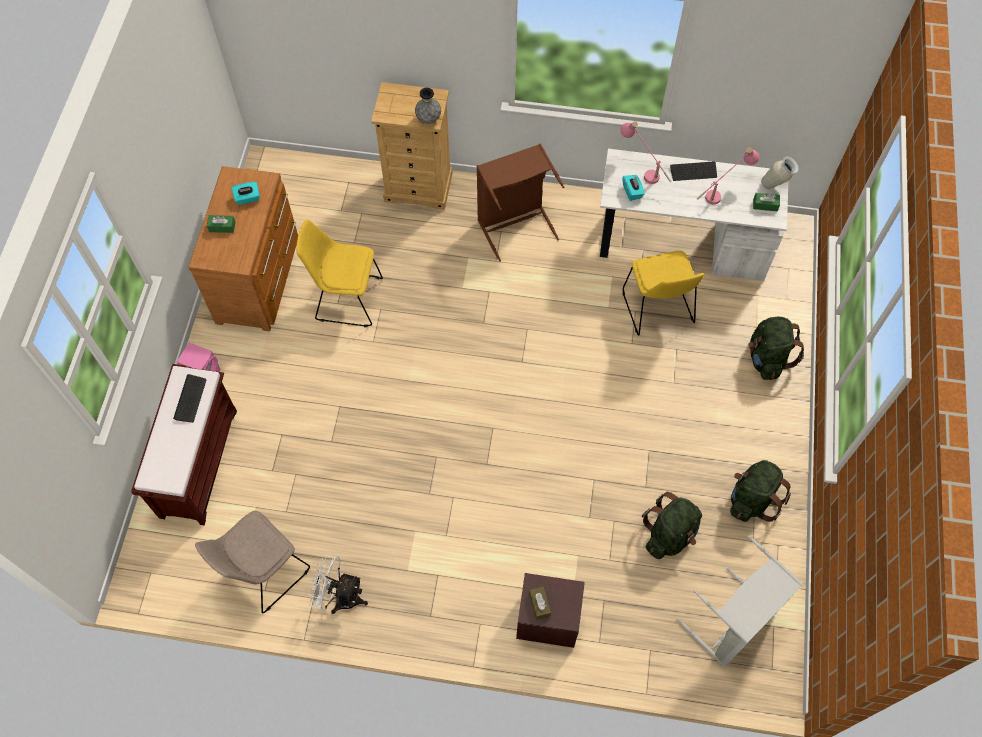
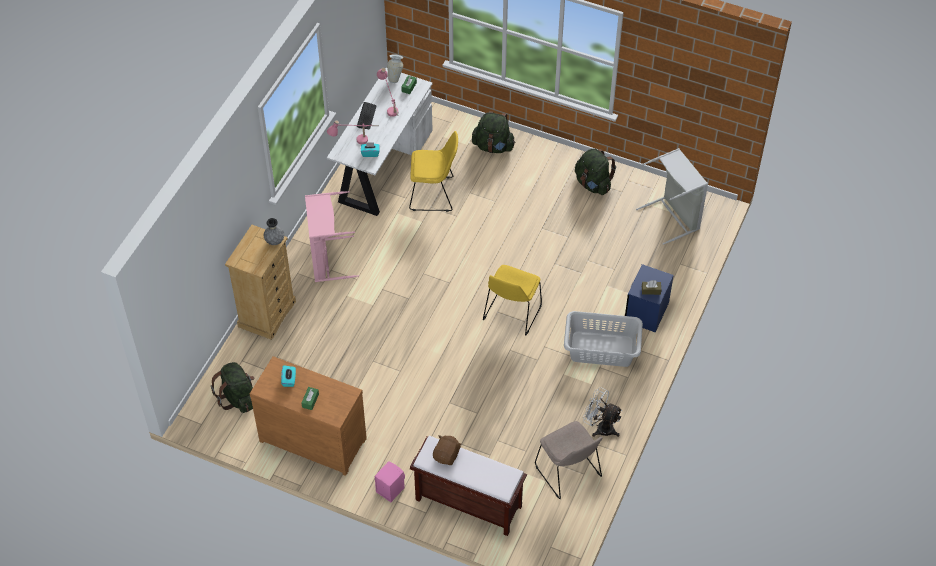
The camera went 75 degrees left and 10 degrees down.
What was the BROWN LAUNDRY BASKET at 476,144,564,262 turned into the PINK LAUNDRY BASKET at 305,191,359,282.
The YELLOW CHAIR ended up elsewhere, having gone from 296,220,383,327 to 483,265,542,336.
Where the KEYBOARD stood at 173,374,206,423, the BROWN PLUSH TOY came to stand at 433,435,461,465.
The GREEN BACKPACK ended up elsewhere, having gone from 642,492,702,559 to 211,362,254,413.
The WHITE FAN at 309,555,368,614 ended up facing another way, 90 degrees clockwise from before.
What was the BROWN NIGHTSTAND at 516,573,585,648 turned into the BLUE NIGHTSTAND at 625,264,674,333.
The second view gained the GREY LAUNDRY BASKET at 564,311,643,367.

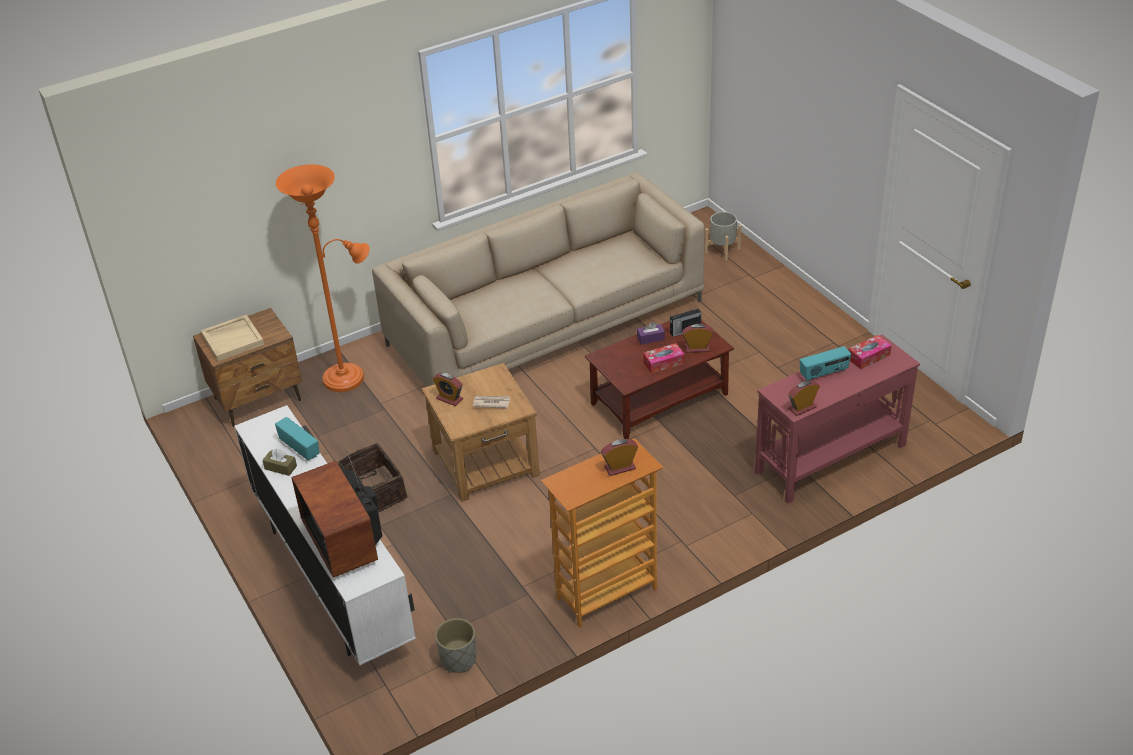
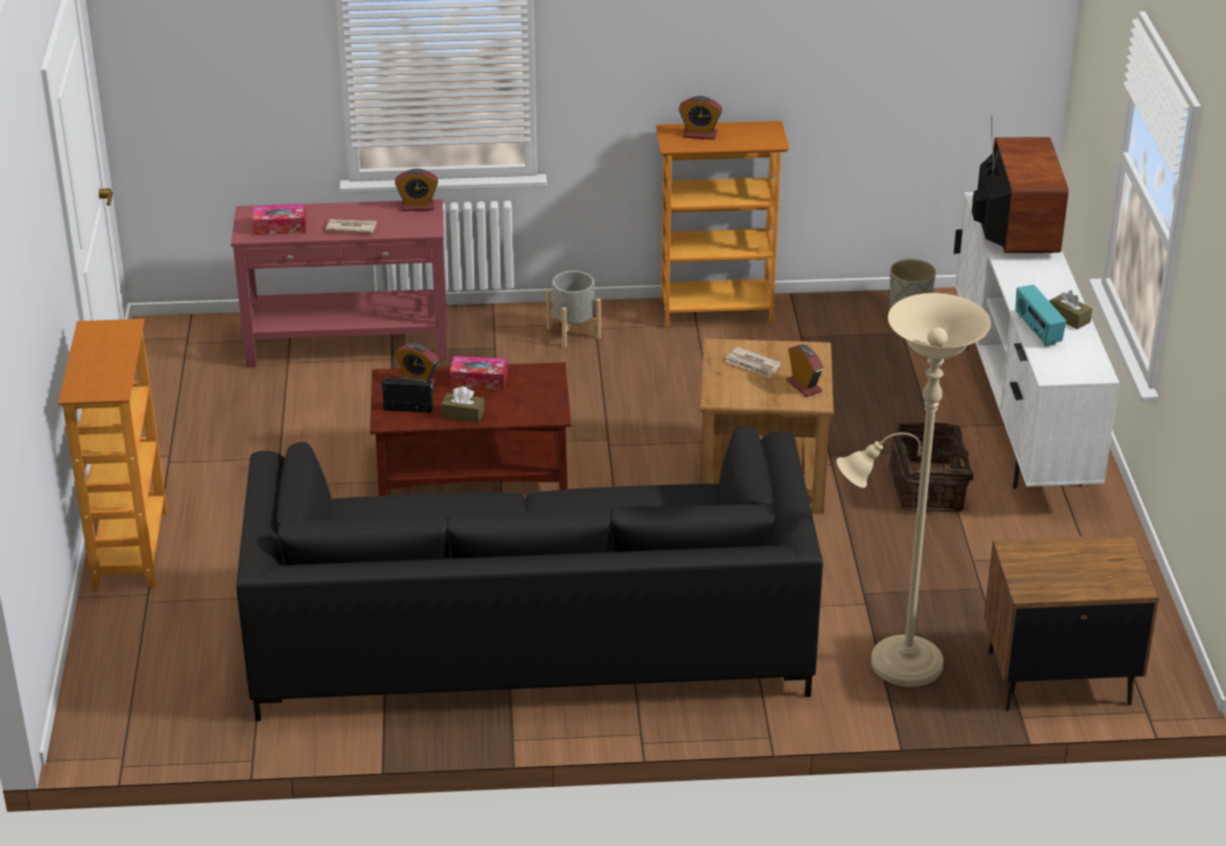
The camera went 155 degrees left and 5 degrees down.
What was the ORANGE FLOOR LAMP at 276,164,369,392 turned into the BEIGE FLOOR LAMP at 836,293,991,687.
What was the BEIGE SOFA at 372,172,705,387 turned into the BLACK SOFA at 236,425,823,721.
The GREY PLANTER ended up elsewhere, having gone from 705,212,741,261 to 546,271,601,348.
The second view lost the BEIGE TRAY at 201,314,264,361.
What was the PURPLE TISSUE BOX at 637,322,665,344 turned into the BROWN TISSUE BOX at 441,386,485,423.
Where the RADIO stood at 800,346,851,381, the NEWSPAPER came to stand at 326,219,377,233.
The second view gained the BOOKCASE at 58,319,167,591.

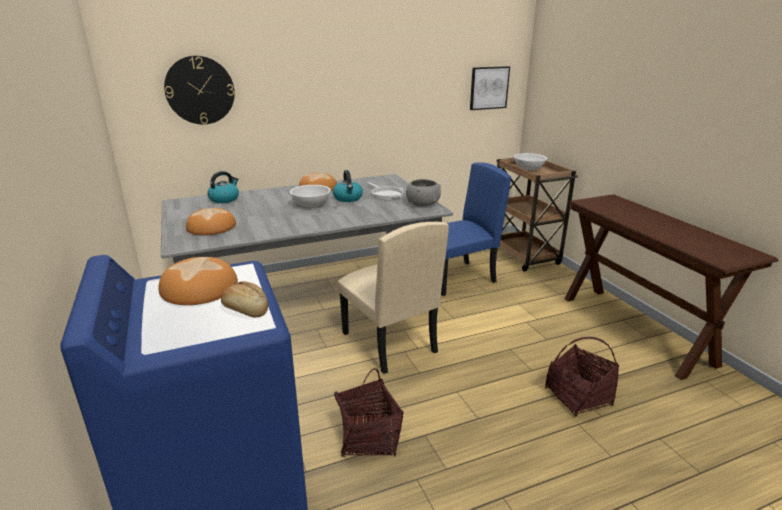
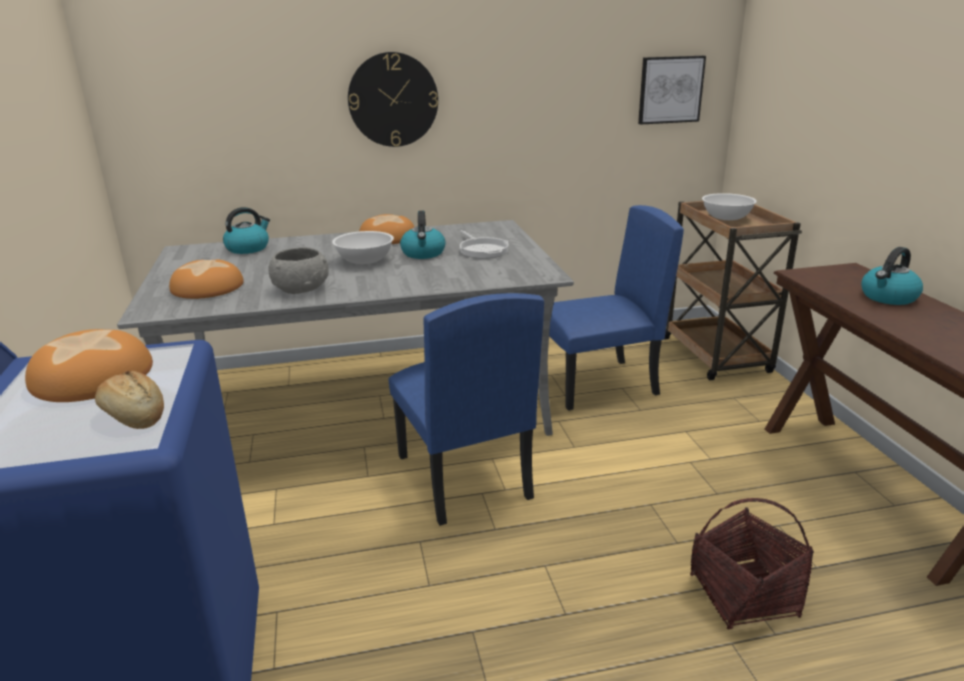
The camera went 10 degrees right and 0 degrees up.
The WALL CLOCK ended up elsewhere, having gone from 164,56,235,124 to 348,52,438,147.
The GREY BOWL ended up elsewhere, having gone from 406,179,441,207 to 268,247,329,294.
What was the BEIGE CHAIR at 337,222,449,374 turned into the BLUE CHAIR at 388,293,544,526.
The second view lost the BASKET at 334,368,403,457.
The second view gained the KETTLE at 861,247,923,305.

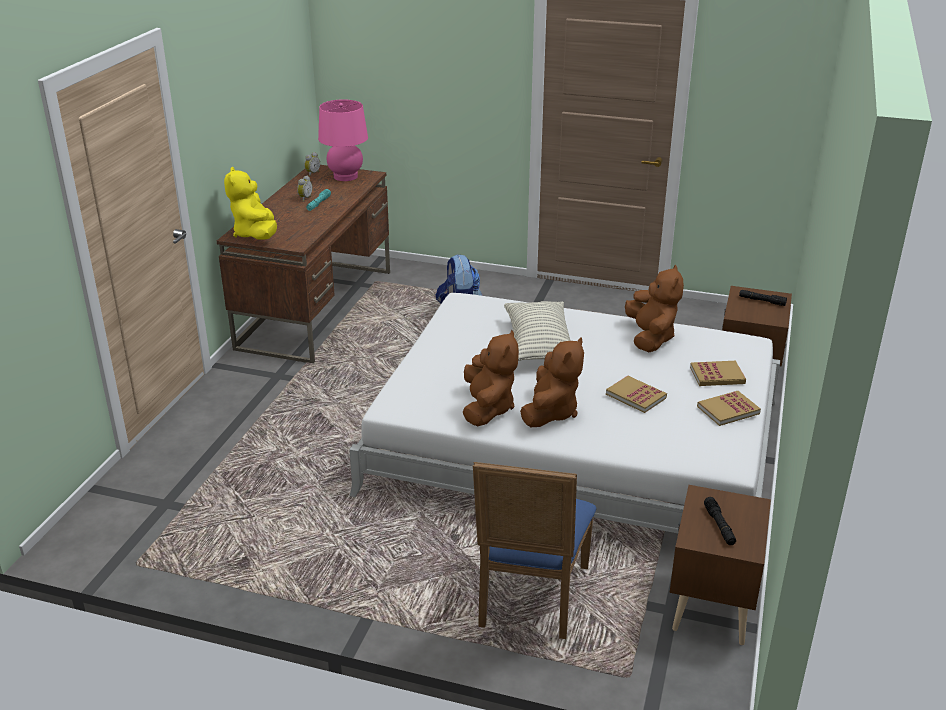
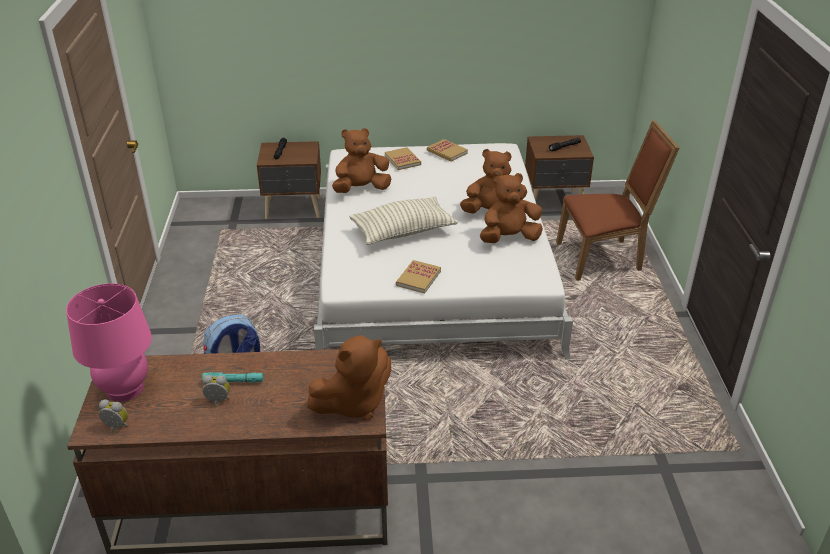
The camera went 110 degrees left and 5 degrees up.
What was the YELLOW PLUSH TOY at 224,167,277,240 turned into the BROWN PLUSH TOY at 307,335,391,420.
The BOOK ended up elsewhere, having gone from 606,376,667,413 to 396,260,441,294.
What was the BLUE CHAIR at 473,462,596,639 turned into the BROWN CHAIR at 556,120,679,281.

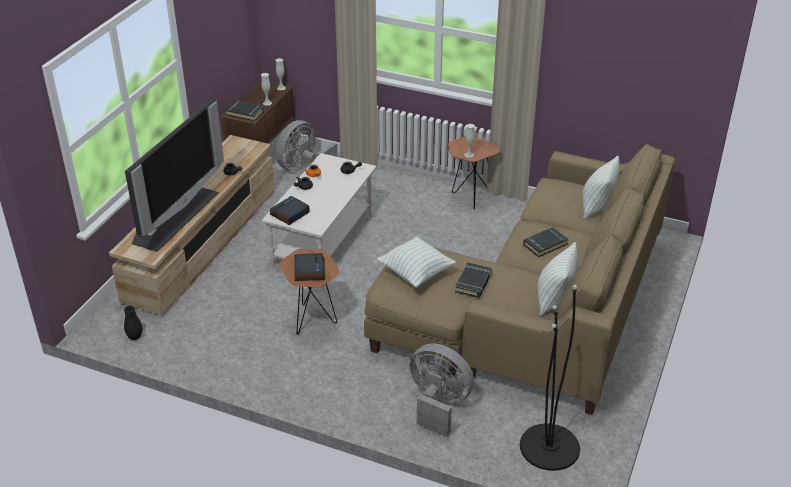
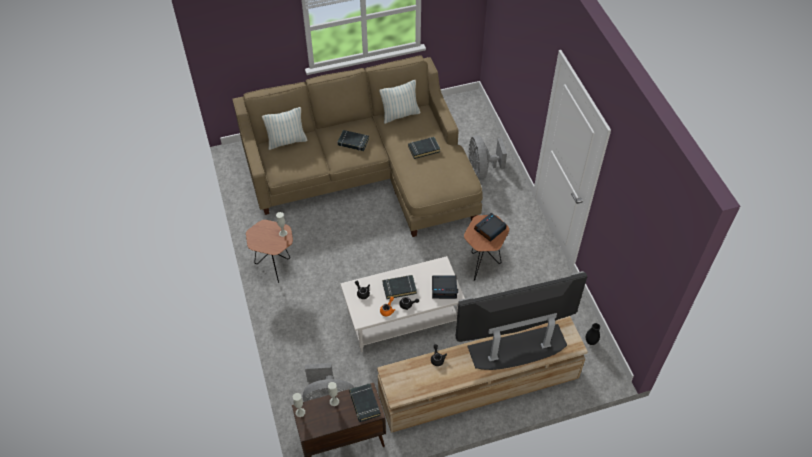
The camera went 130 degrees left and 15 degrees up.
The second view lost the PILLOW at 377,237,456,288.
The second view lost the BLACK FLOOR LAMP at 520,285,580,471.
The second view gained the BLACK BOOK at 383,275,417,299.

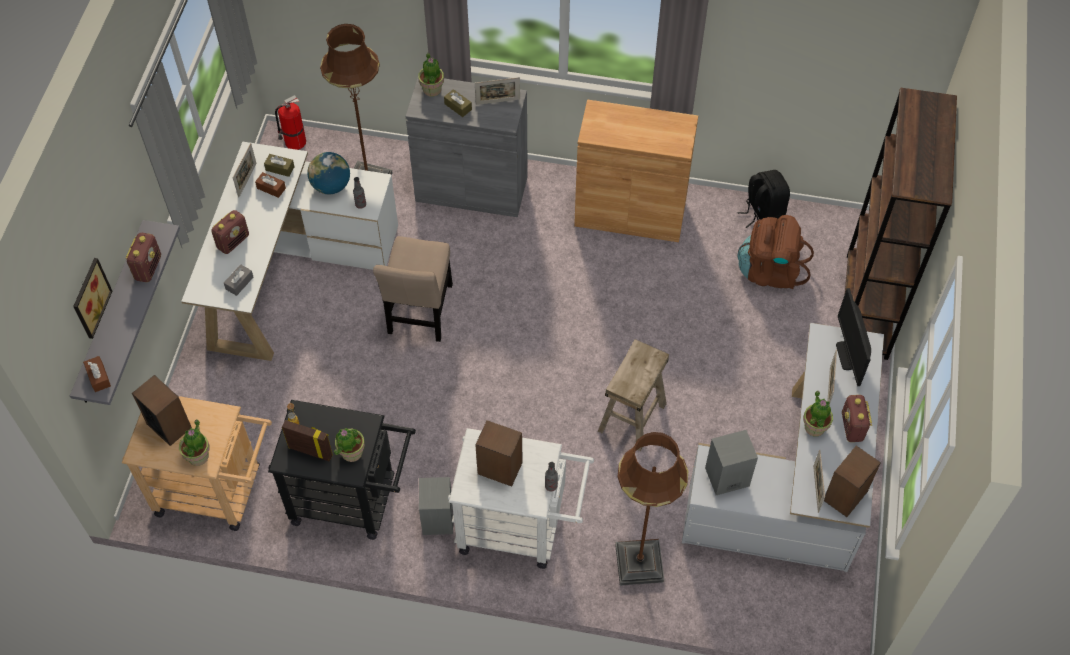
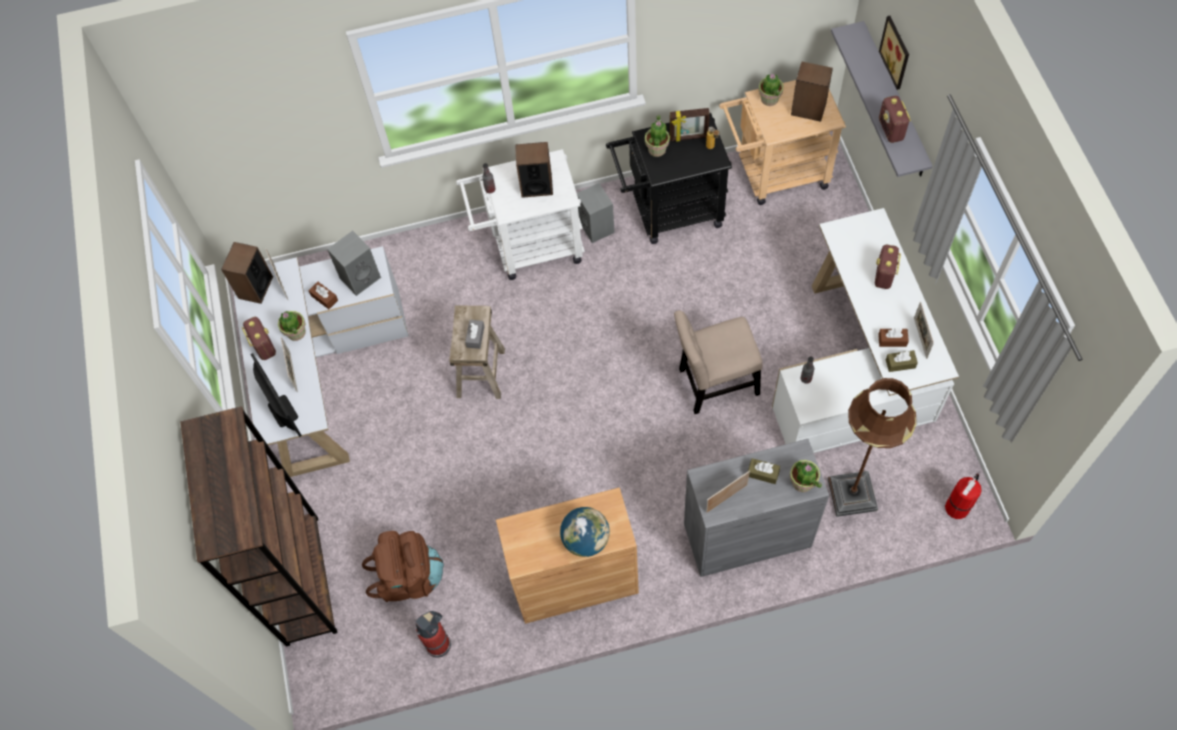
The camera went 160 degrees right and 5 degrees up.
The GLOBE ended up elsewhere, having gone from 307,152,350,194 to 560,507,610,557.
Where the BLACK BACKPACK stood at 737,170,790,228, the FIRE EXTINGUISHER came to stand at 415,611,451,658.
The BEIGE CHAIR at 373,236,453,342 ended up facing another way, 90 degrees counterclockwise from before.
The GREY TISSUE BOX ended up elsewhere, having gone from 224,264,253,296 to 465,320,485,349.
The BROWN TISSUE BOX ended up elsewhere, having gone from 83,356,111,392 to 309,282,338,309.
The second view lost the BROWN FLOOR LAMP at 615,432,688,585.

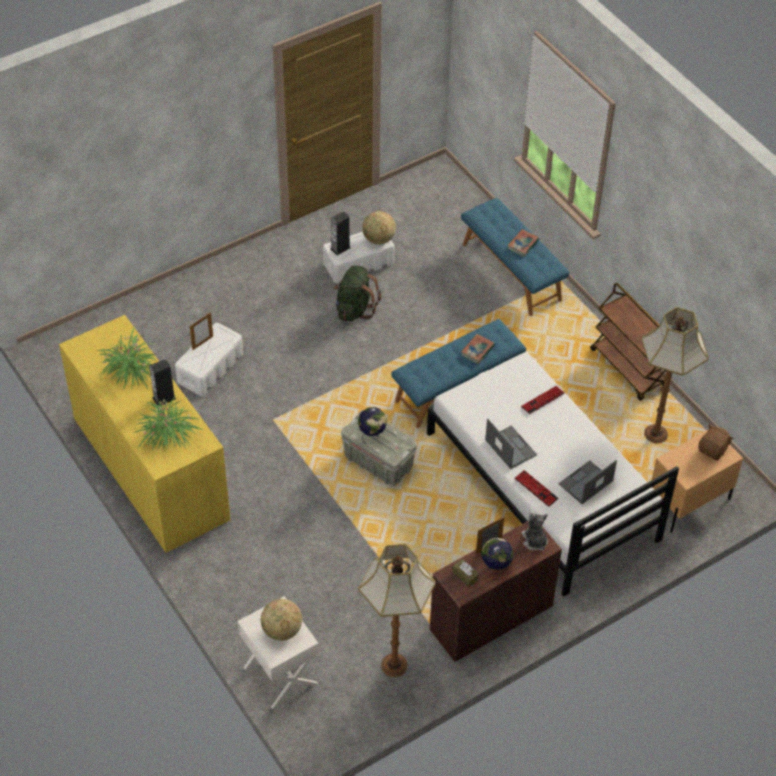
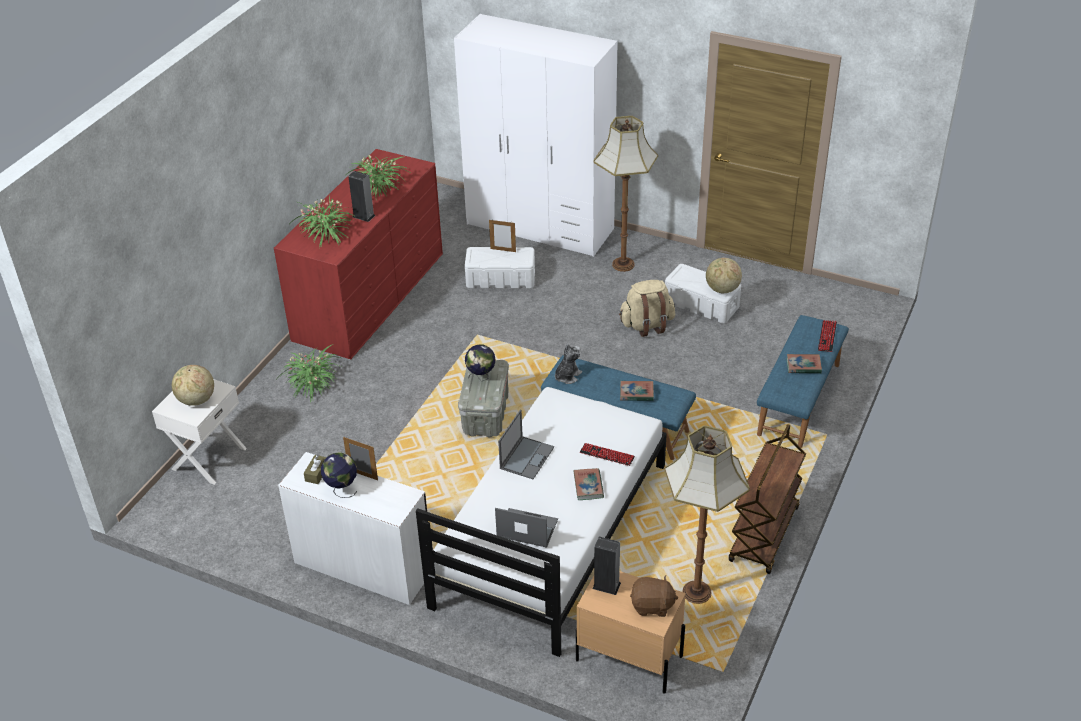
The camera went 60 degrees right and 10 degrees down.
The SPEAKER ended up elsewhere, having gone from 330,211,351,255 to 592,537,621,595.
What was the GREEN BACKPACK at 334,266,381,322 turned into the BEIGE BACKPACK at 619,280,675,337.
What was the YELLOW DRESSER at 59,315,231,553 turned into the RED DRESSER at 274,149,443,359.
The KEYBOARD ended up elsewhere, having gone from 515,470,559,507 to 818,320,837,352.
The PLUSH TOY ended up elsewhere, having gone from 521,510,548,551 to 555,344,582,384.
What was the BROWN DESK at 430,521,562,662 turned into the WHITE DESK at 278,452,428,605.
The FLOOR LAMP ended up elsewhere, having gone from 358,544,436,677 to 593,116,658,272.
The second view gained the WHITE WARDROBE at 454,14,618,257.
The second view gained the POTTED PLANT at 282,344,343,402.
The second view gained the BOOK at 573,468,604,500.

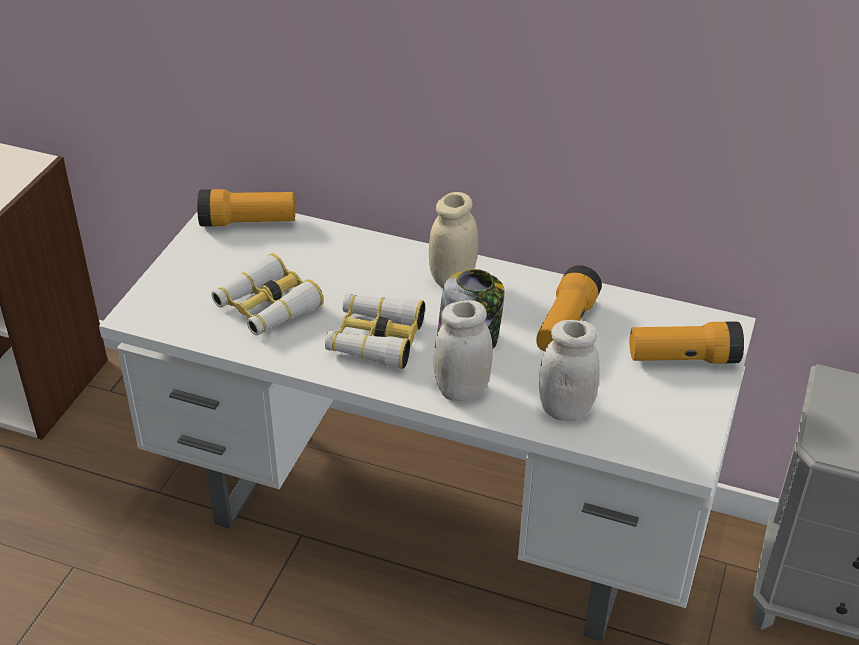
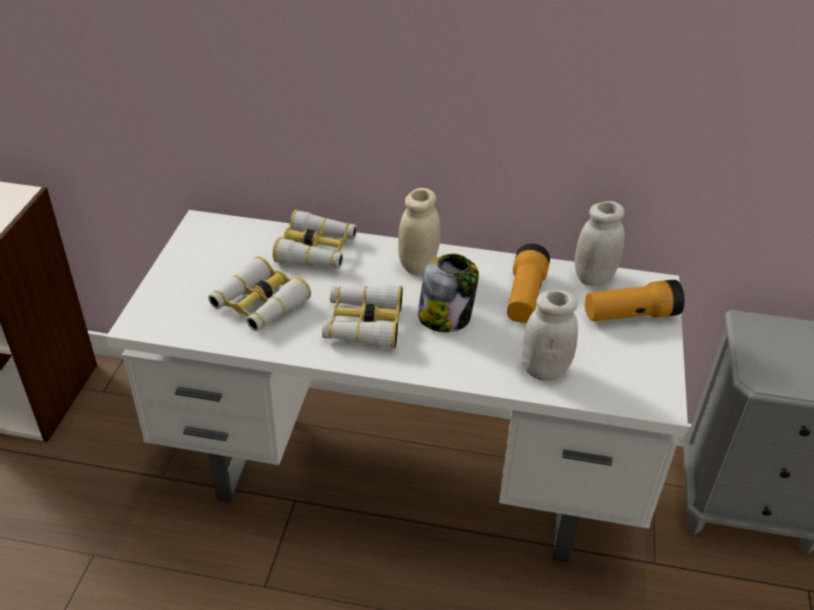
The camera went 10 degrees left and 0 degrees up.
The second view lost the FLASHLIGHT at 197,189,296,226.
The WHITE JAR ended up elsewhere, having gone from 434,300,493,401 to 575,201,625,286.
The second view gained the BINOCULARS at 273,210,357,268.

